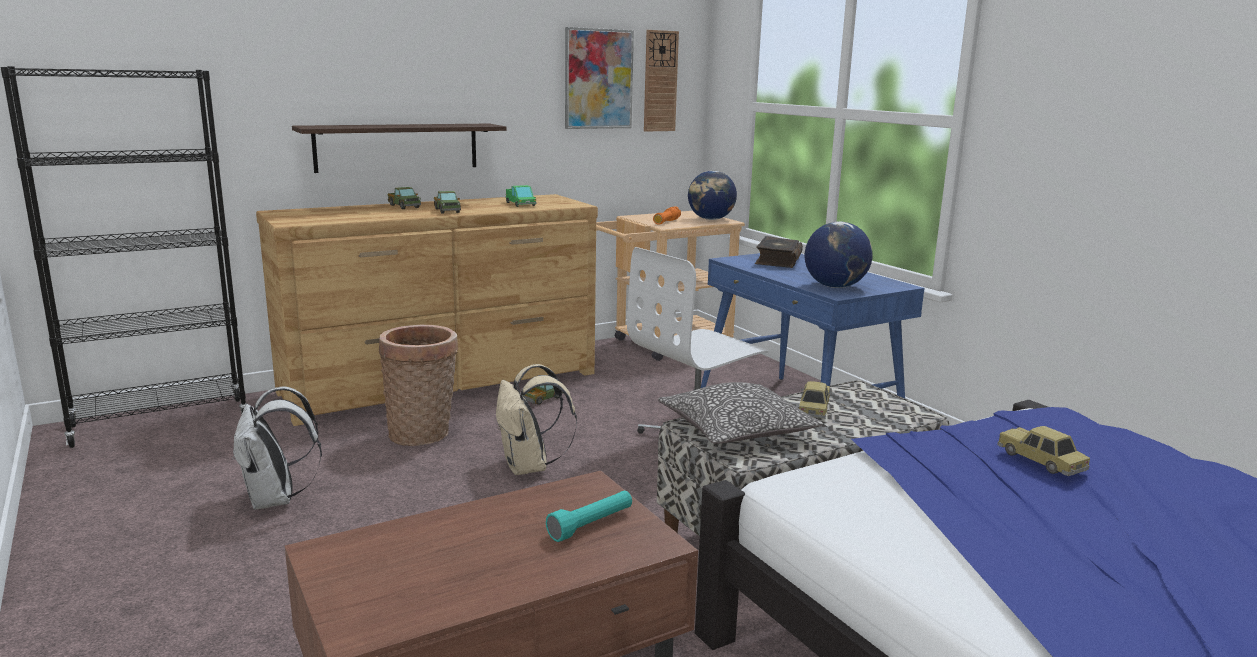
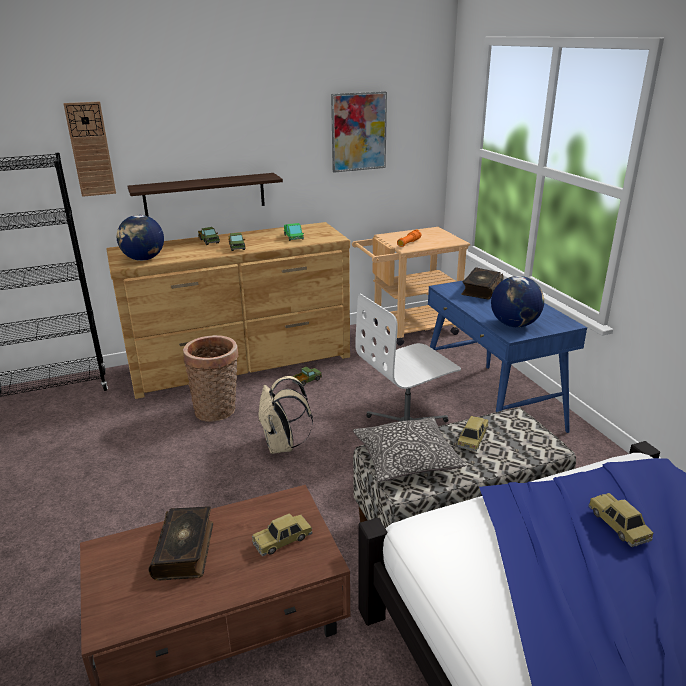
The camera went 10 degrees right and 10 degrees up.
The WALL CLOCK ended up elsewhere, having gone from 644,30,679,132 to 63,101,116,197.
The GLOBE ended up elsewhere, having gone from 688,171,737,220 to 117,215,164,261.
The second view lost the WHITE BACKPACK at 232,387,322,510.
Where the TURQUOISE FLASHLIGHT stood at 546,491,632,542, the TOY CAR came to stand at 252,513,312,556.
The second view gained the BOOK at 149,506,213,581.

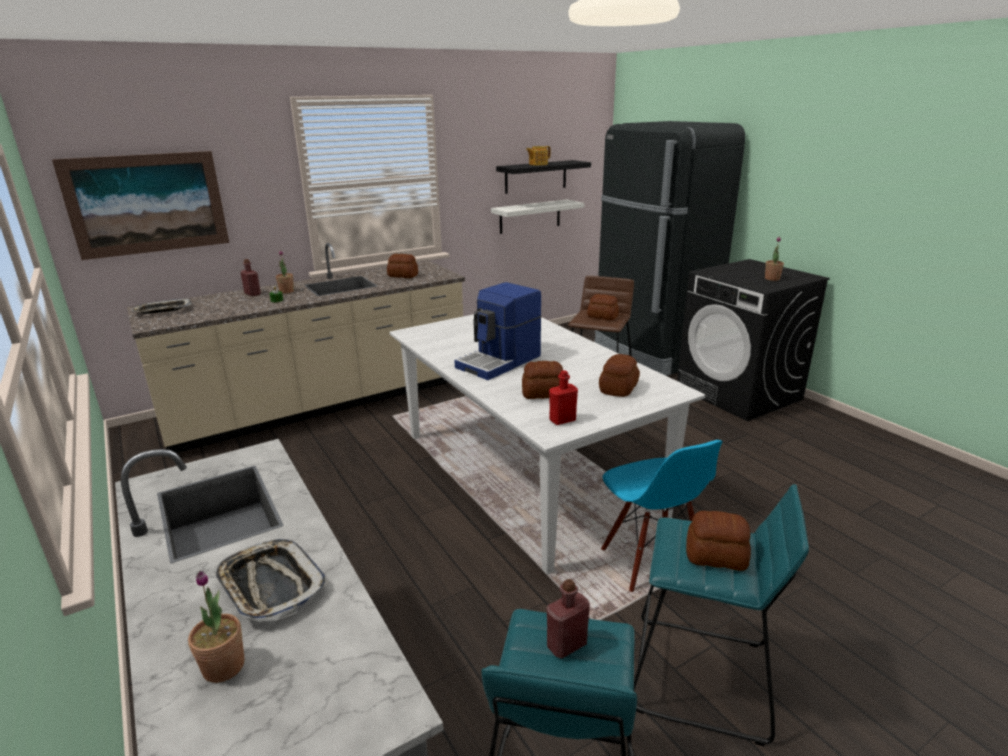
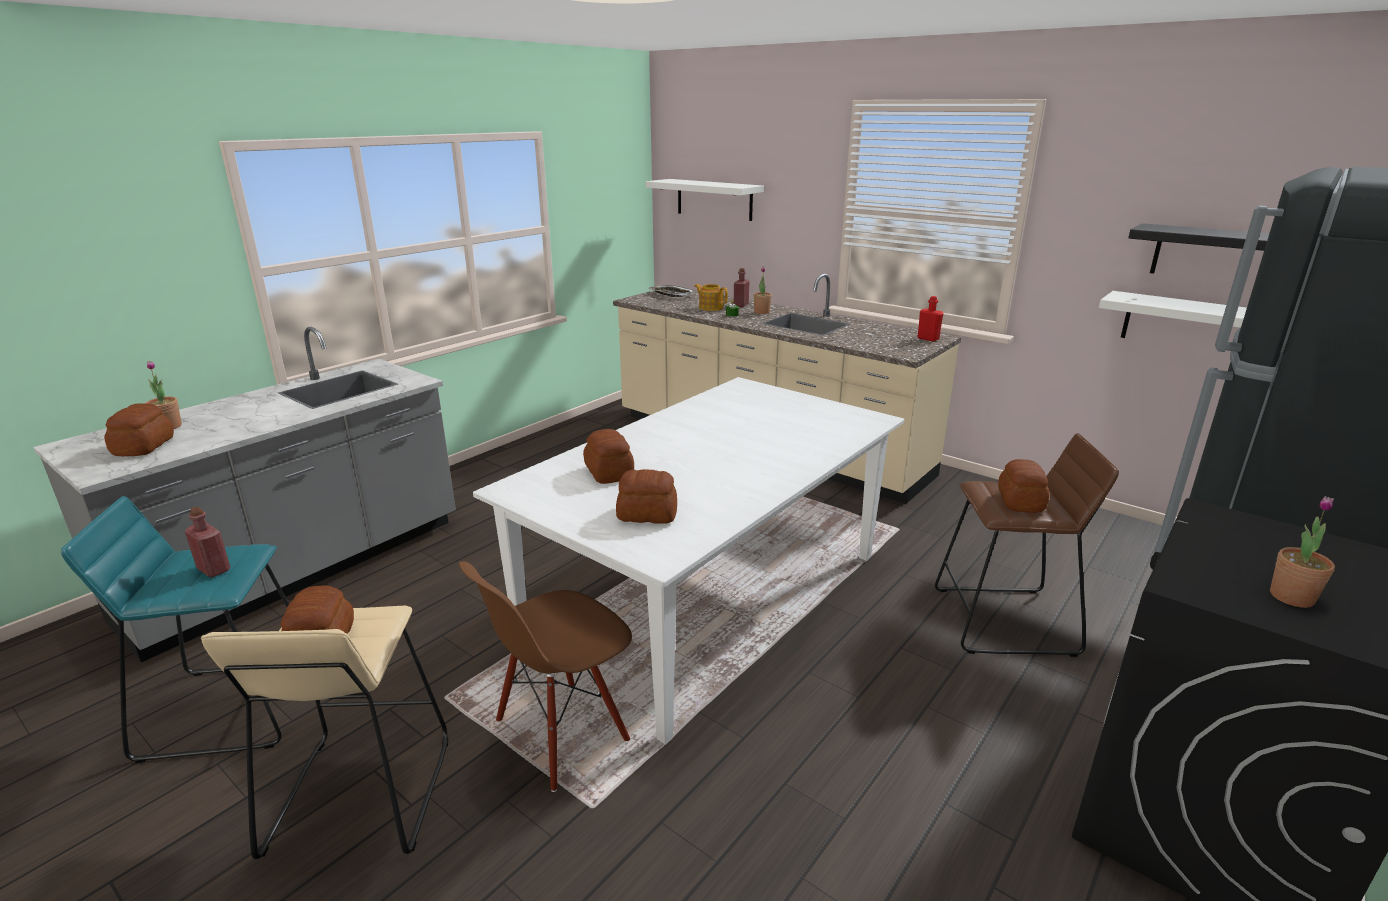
The camera went 70 degrees right and 0 degrees up.
The TEAPOT ended up elsewhere, having gone from 526,146,550,165 to 694,284,728,311.
Where the PICTURE hung at 52,151,229,260, the WHITE SHELF came to hang at 645,179,764,221.
The BREAD ended up elsewhere, having gone from 387,254,418,278 to 104,403,174,456.
The second view lost the COFFEE MACHINE at 454,282,541,380.
The RED BOTTLE ended up elsewhere, having gone from 549,370,578,425 to 917,296,944,342.
What was the BLUE CHAIR at 601,440,723,592 turned into the BROWN CHAIR at 459,561,632,792.
What was the TURQUOISE STOOL at 634,484,809,746 turned into the BEIGE STOOL at 201,606,448,859.
The second view lost the TRAY at 212,539,328,622.

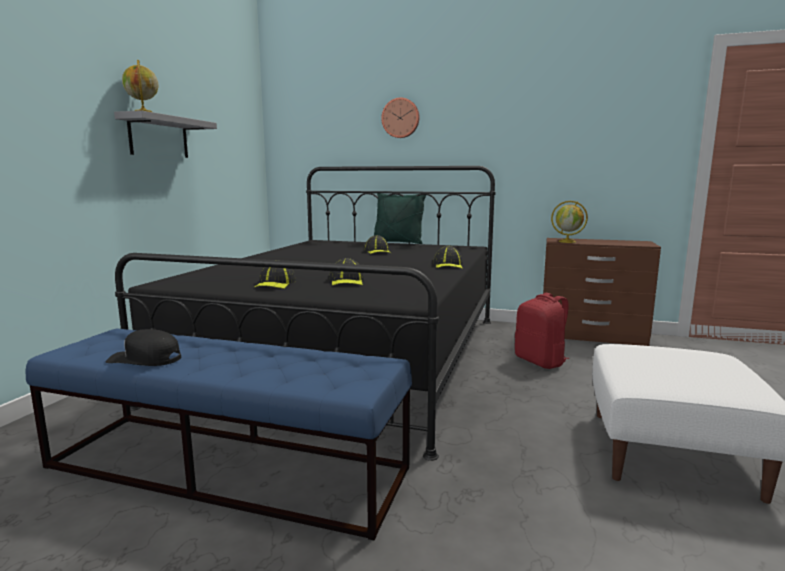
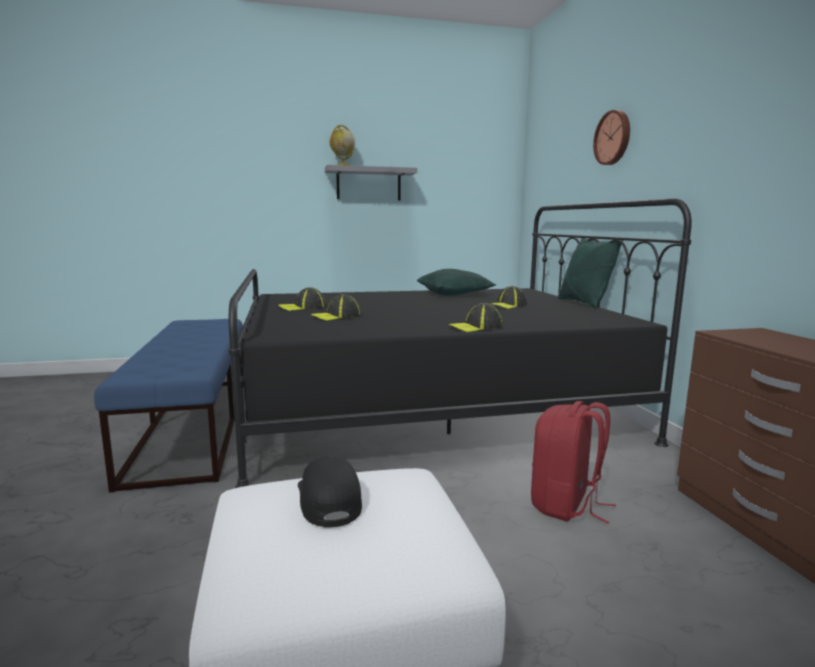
The camera went 60 degrees right and 0 degrees up.
The second view lost the GLOBE at 551,201,588,243.
The BLACK CAP ended up elsewhere, having gone from 106,329,181,366 to 298,456,362,528.
The second view gained the GREEN PILLOW at 417,269,496,295.

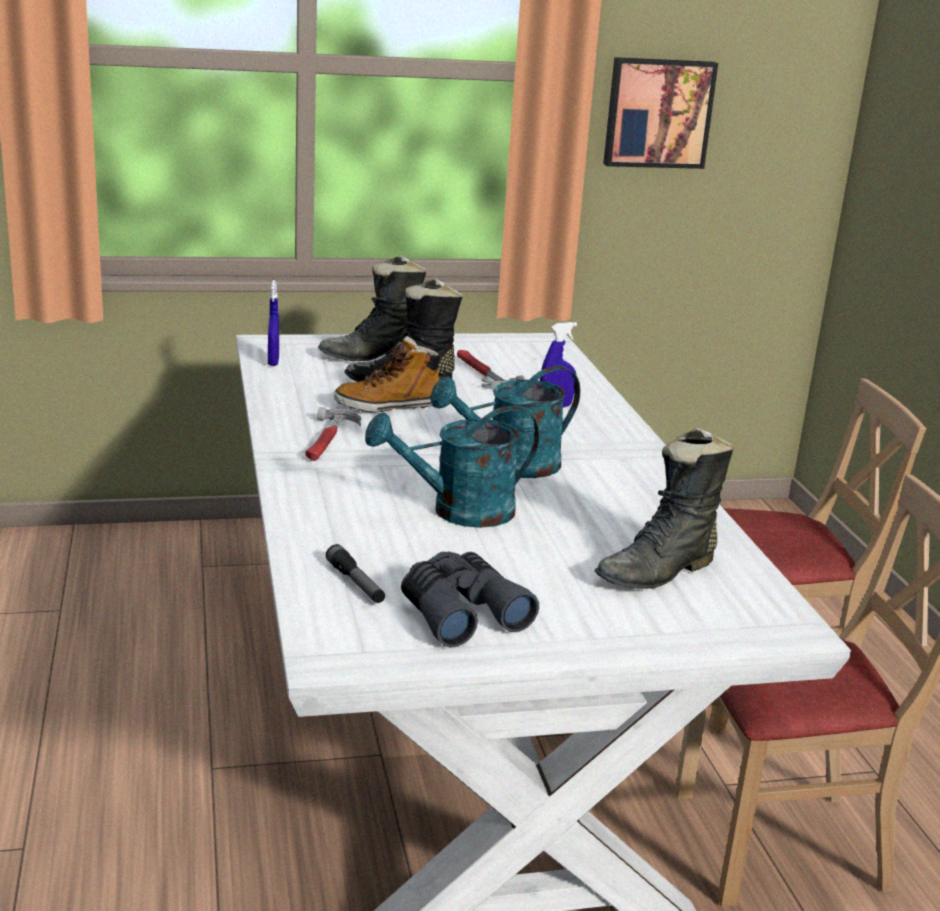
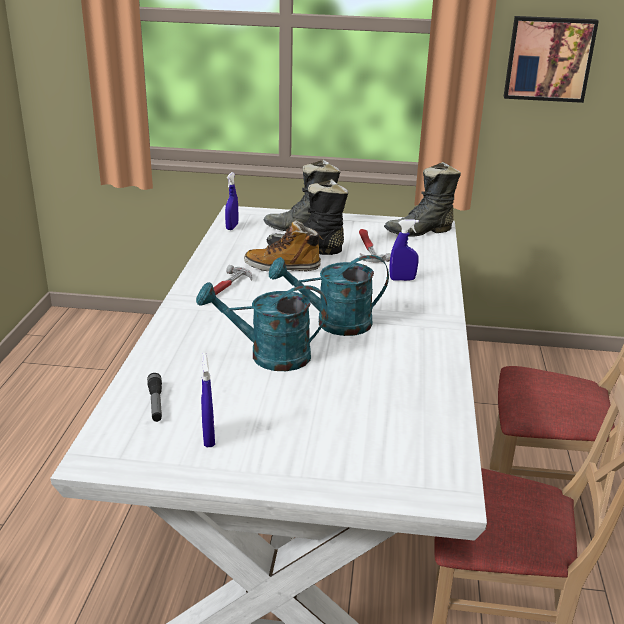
The camera went 20 degrees right and 5 degrees up.
The BLACK BOOT ended up elsewhere, having gone from 594,427,734,589 to 384,162,461,237.
Where the GREY BINOCULARS stood at 401,551,539,648, the BLUE SPRAY BOTTLE came to stand at 201,353,215,447.

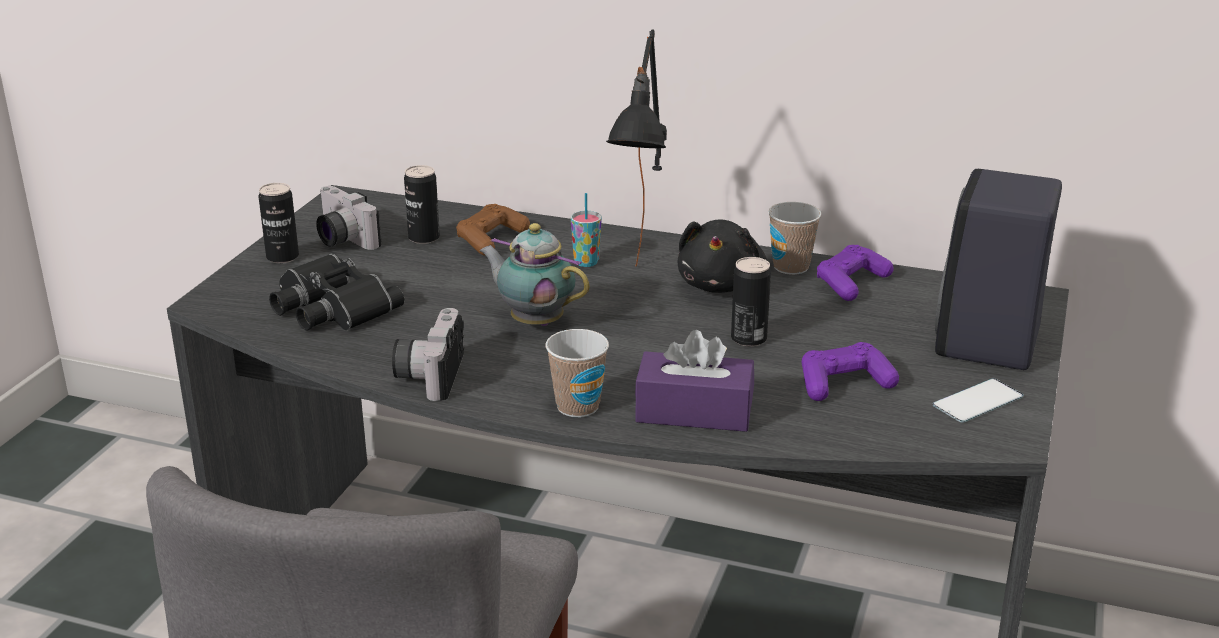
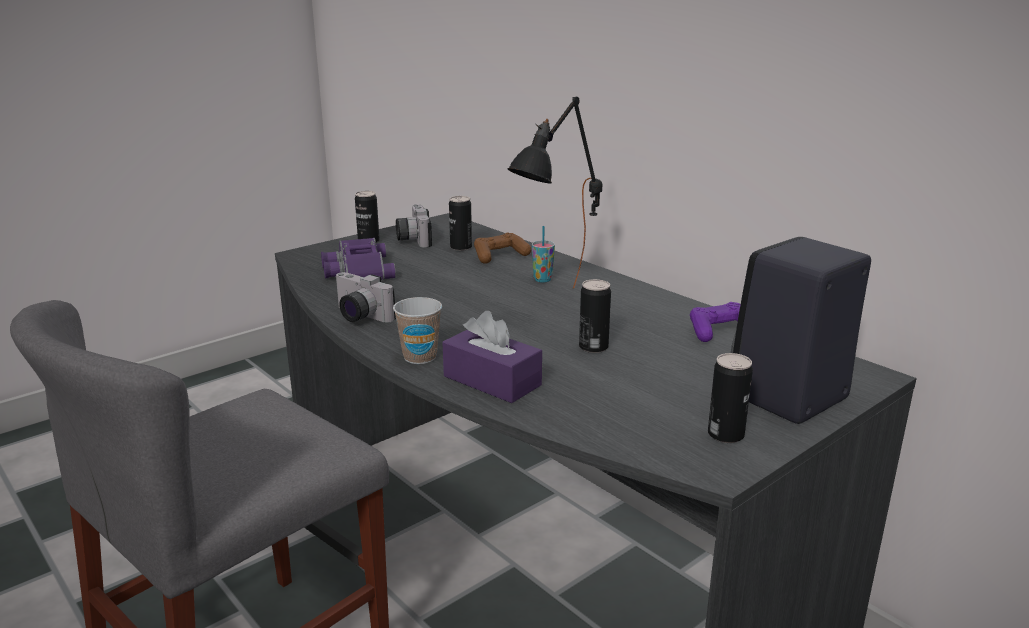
The camera went 30 degrees right and 5 degrees down.
The second view lost the CUP at 768,202,821,275.
The second view lost the BLACK PLUSH TOY at 677,220,767,293.
The second view lost the TEAPOT at 479,223,590,326.
What was the BLACK BINOCULARS at 269,254,404,331 turned into the PURPLE BINOCULARS at 321,238,396,280.
The PHOTO CAMERA at 392,308,464,401 ended up facing another way, 90 degrees counterclockwise from before.
The second view lost the PURPLE GAME CONTROLLER at 802,342,899,401.
Where the PHONE stood at 933,378,1024,423, the CAN came to stand at 708,353,753,443.

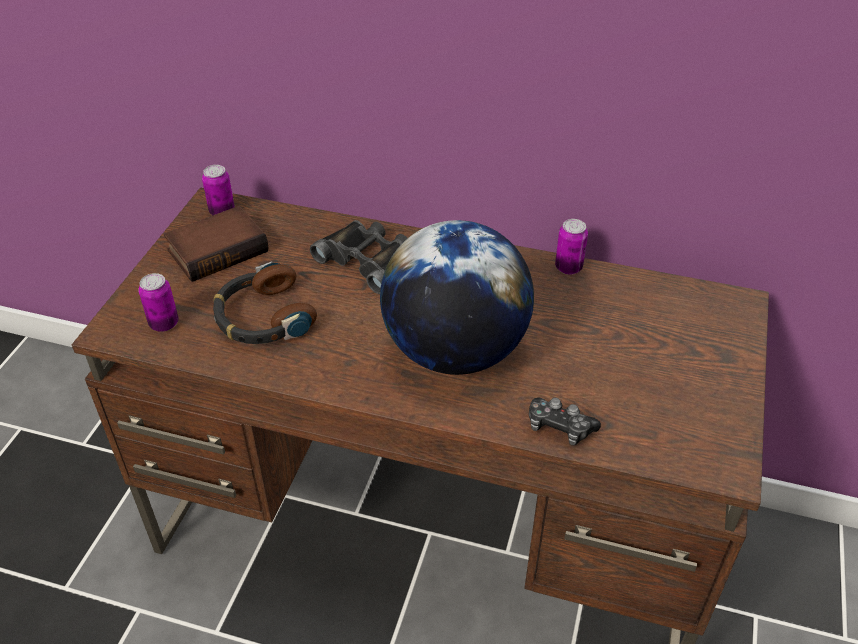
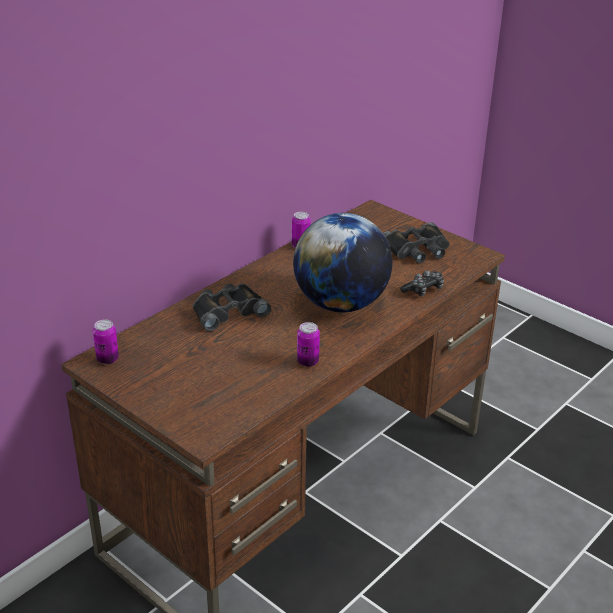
The camera went 65 degrees left and 10 degrees down.
The second view lost the BOOK at 164,206,268,282.
The second view lost the HEADPHONES at 213,261,317,344.
The CAN ended up elsewhere, having gone from 138,273,178,332 to 297,322,320,367.
The second view gained the BLACK BINOCULARS at 383,222,449,264.

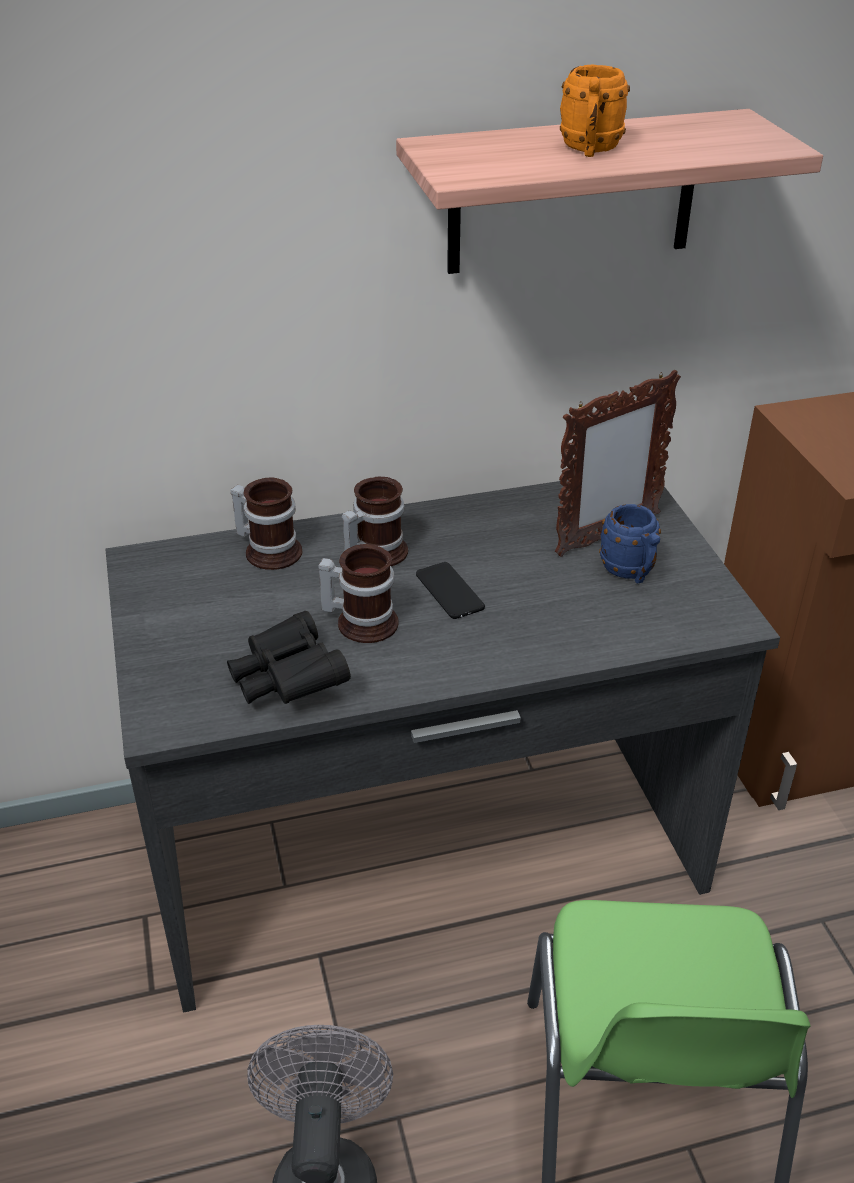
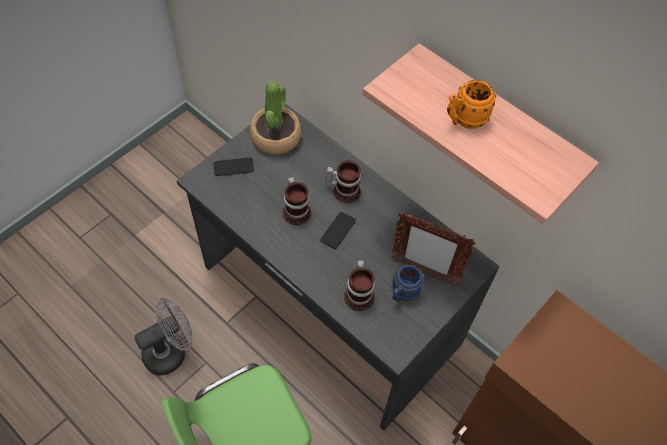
The camera went 55 degrees right and 20 degrees up.
The MUG ended up elsewhere, having gone from 231,478,302,570 to 344,260,375,311.
The second view lost the BLACK BINOCULARS at 227,611,351,704.
The second view gained the POTTED PLANT at 250,81,302,155.
The second view gained the PHONE at 214,157,254,176.

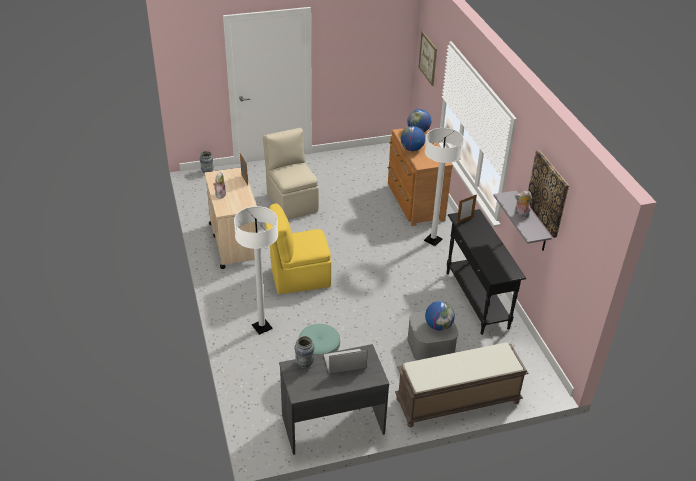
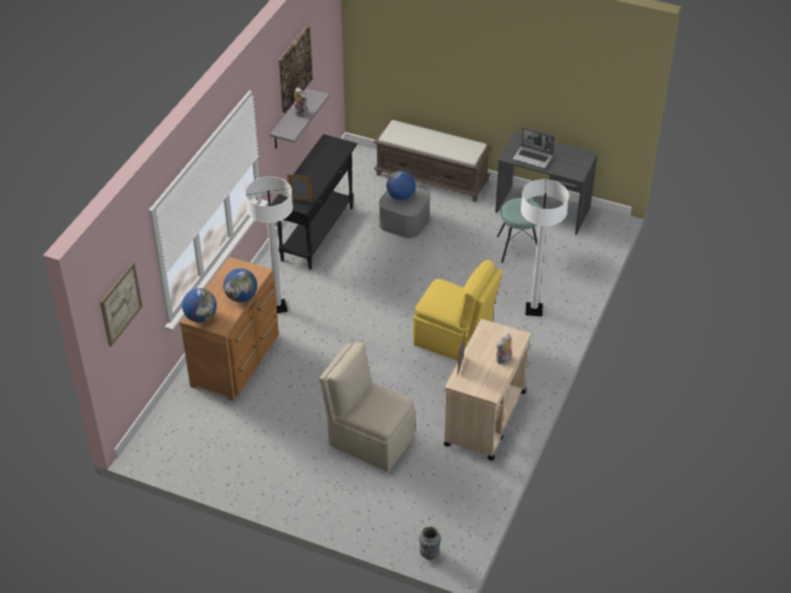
The camera went 140 degrees left and 5 degrees up.
The BEIGE CHAIR at 263,128,319,219 ended up facing another way, 105 degrees clockwise from before.
The second view lost the VASE at 295,336,314,368.

